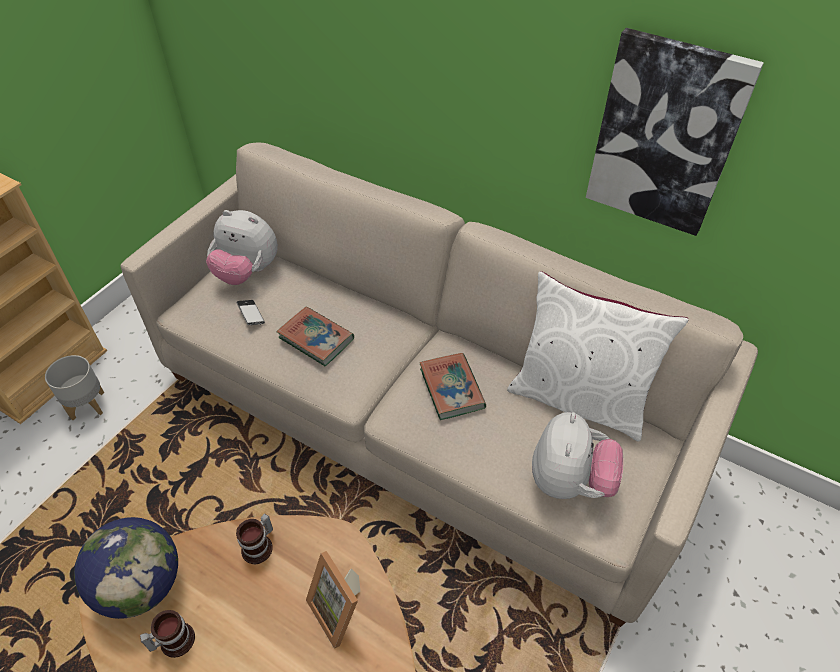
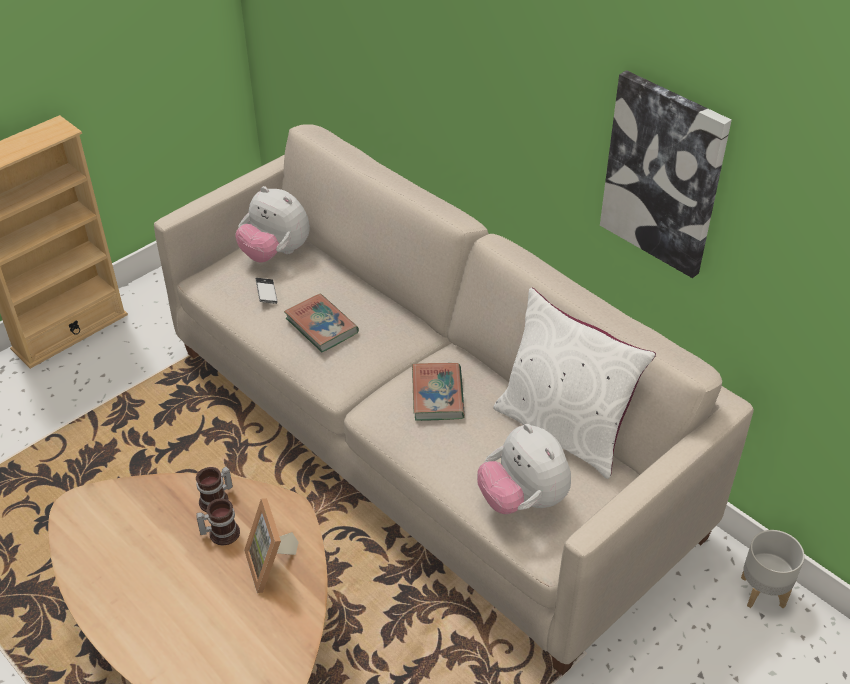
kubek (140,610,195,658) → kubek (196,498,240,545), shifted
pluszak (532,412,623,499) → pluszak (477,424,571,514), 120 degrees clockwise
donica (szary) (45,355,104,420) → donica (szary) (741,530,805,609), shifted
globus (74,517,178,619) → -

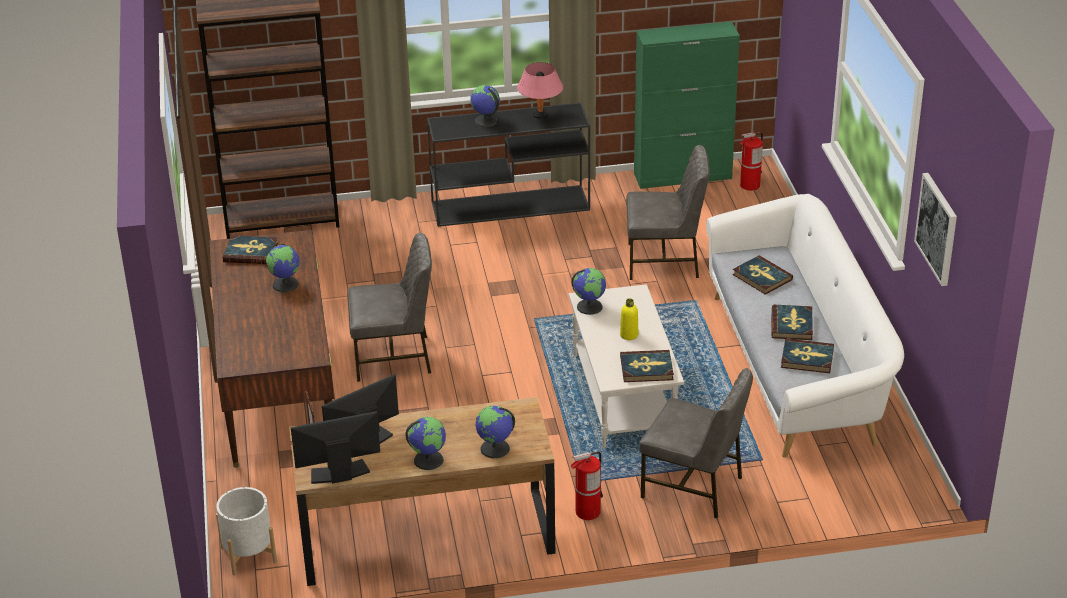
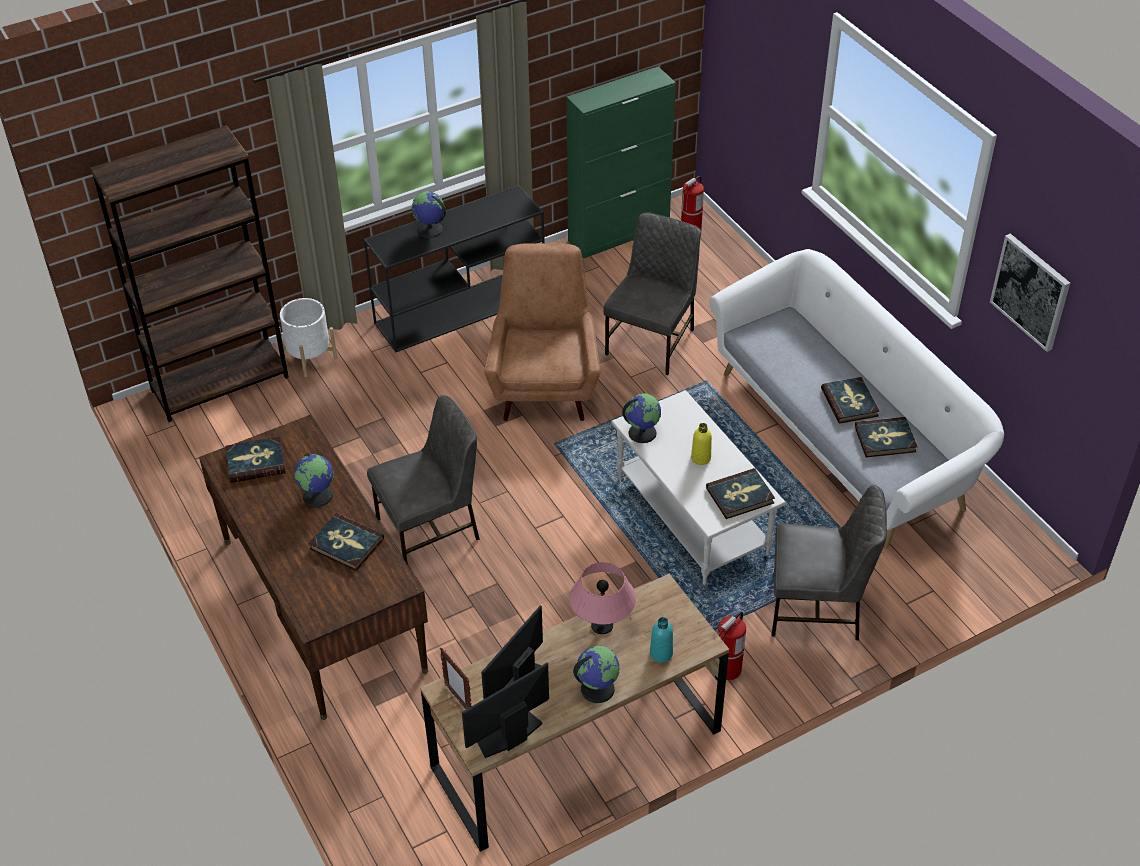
donica (biały) (216,487,277,576) → donica (biały) (279,298,337,377), shifted
książka (733,255,793,295) → książka (309,513,384,571), shifted
- → fotel (brązowy) (484,243,601,421)
lampa stołowa (różowy) (517,62,563,119) → lampa stołowa (różowy) (569,562,636,634), shifted
krzesło (szary) (626,145,710,280) → krzesło (szary) (603,212,701,375), 45 degrees counterclockwise
globus (475,406,515,458) → butelka (turkusowy) (650,617,673,663)

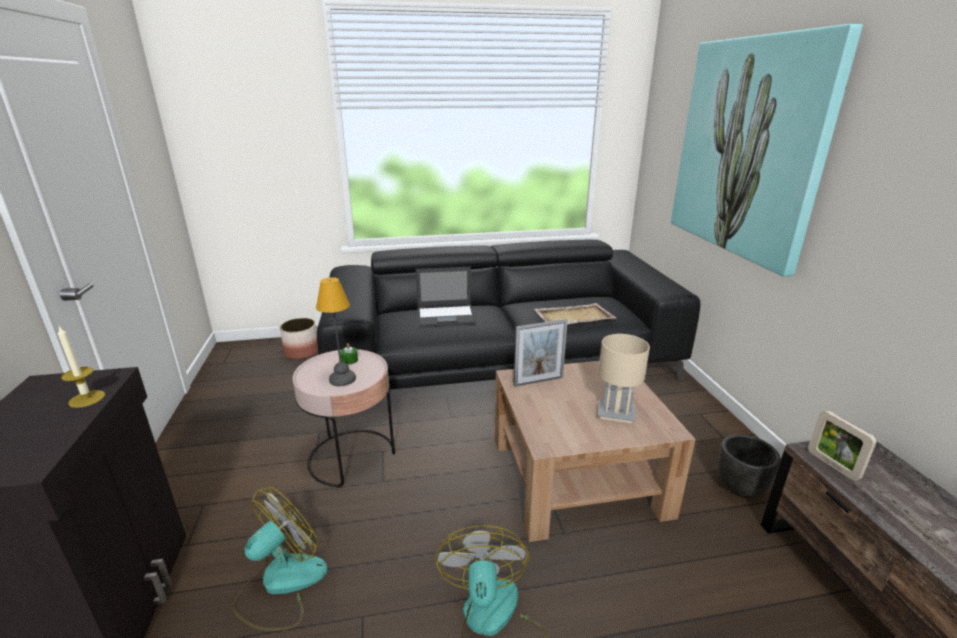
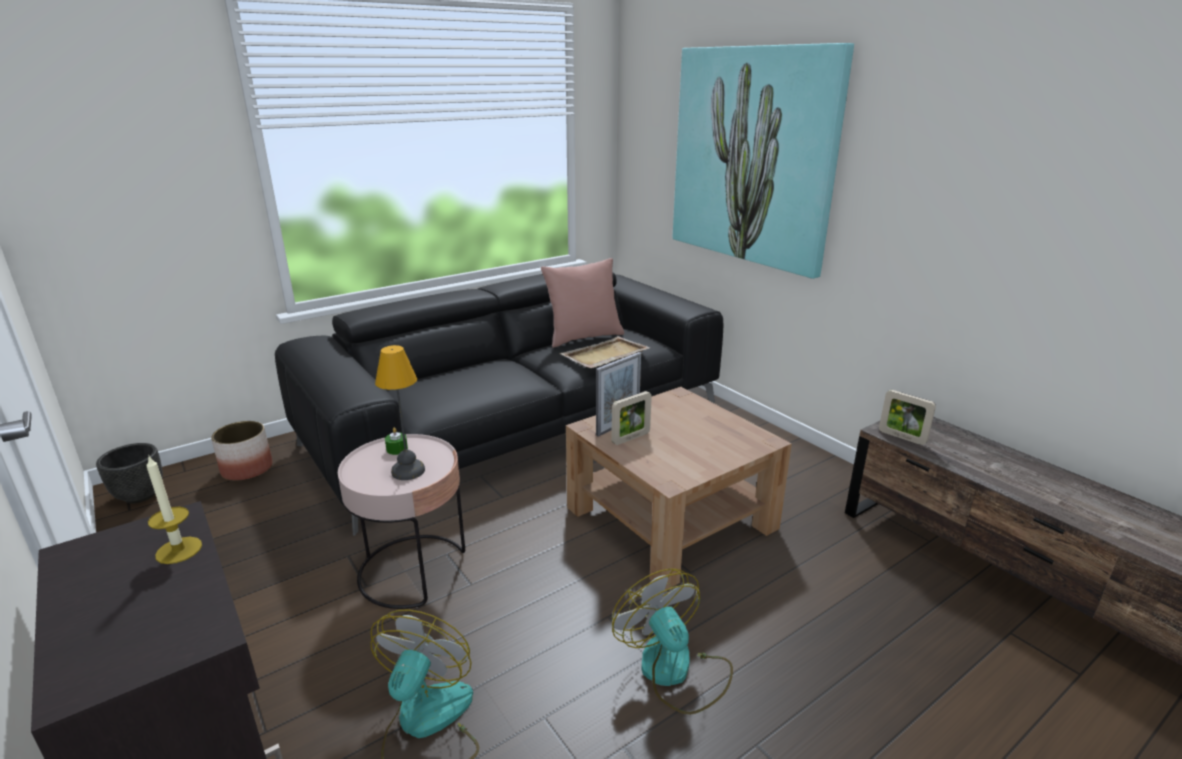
donica (czarny) (718,434,781,498) → donica (czarny) (96,443,163,504), shifted
- → poduszka (różowy) (541,258,624,348)
- → ramka na zdjęcie (611,391,652,445)
laptop (416,267,476,328) → -
lampa stołowa (beżowy) (598,334,650,423) → -

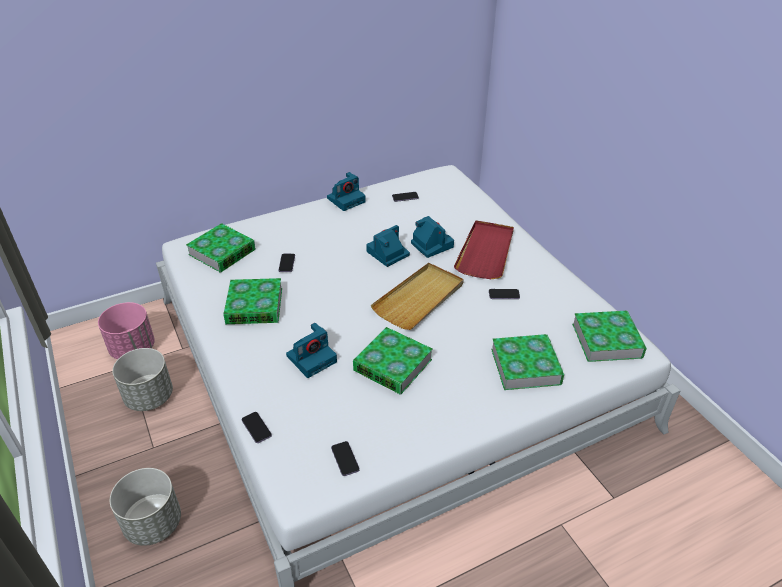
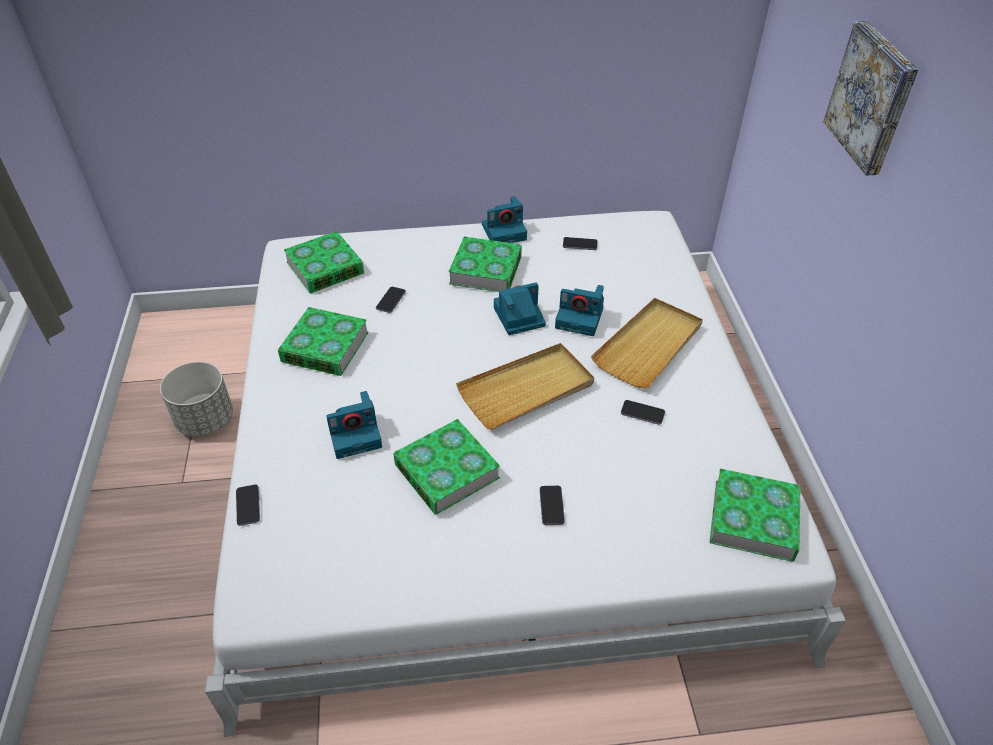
książka (491,334,564,390) → książka (448,237,522,292), shifted
telefon (331,441,360,476) → telefon (540,486,565,525), shifted
aparat fotograficzny (411,216,454,258) → aparat fotograficzny (555,285,604,336), 120 degrees clockwise
taca (czerwony) (454,220,514,279) → taca (beżowy) (591,298,703,388)
- → obraz (823,21,919,176)
donica (różowy) (98,302,155,359) → -
donica (szary) (110,468,181,546) → -

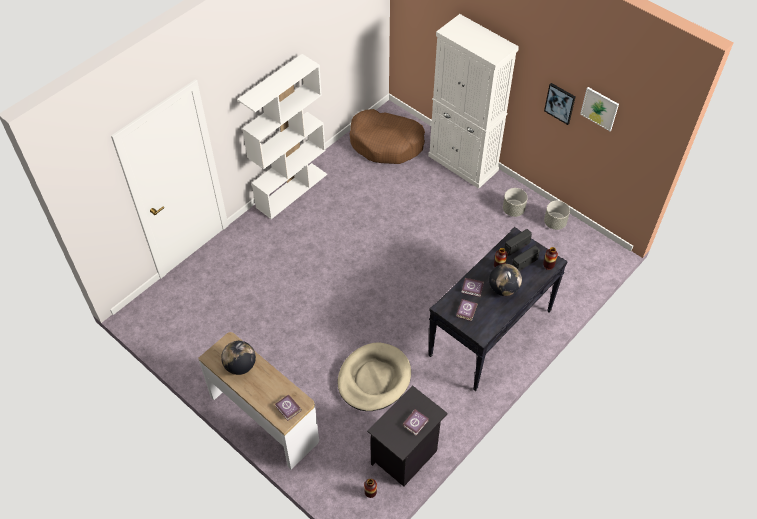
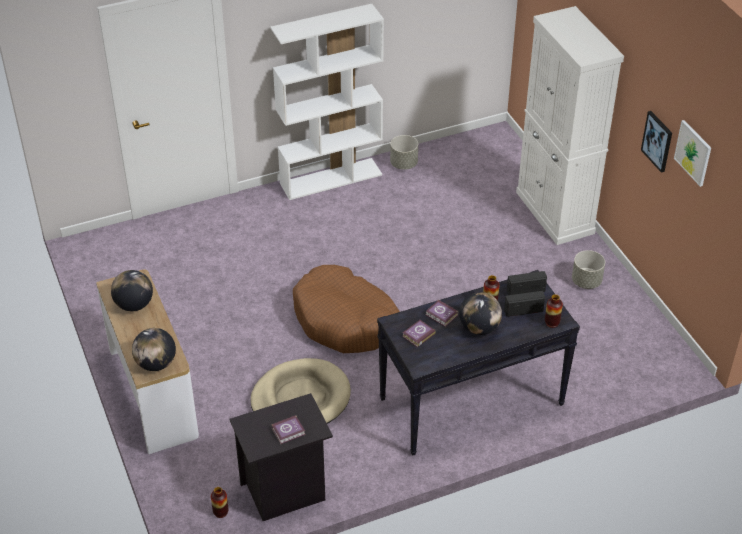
książka (275,394,302,421) → globus (132,328,176,371)
legowisko (brązowy) (350,109,425,164) → legowisko (brązowy) (293,265,400,353), shifted
donica (szary) (544,201,570,230) → donica (szary) (390,135,418,170), shifted

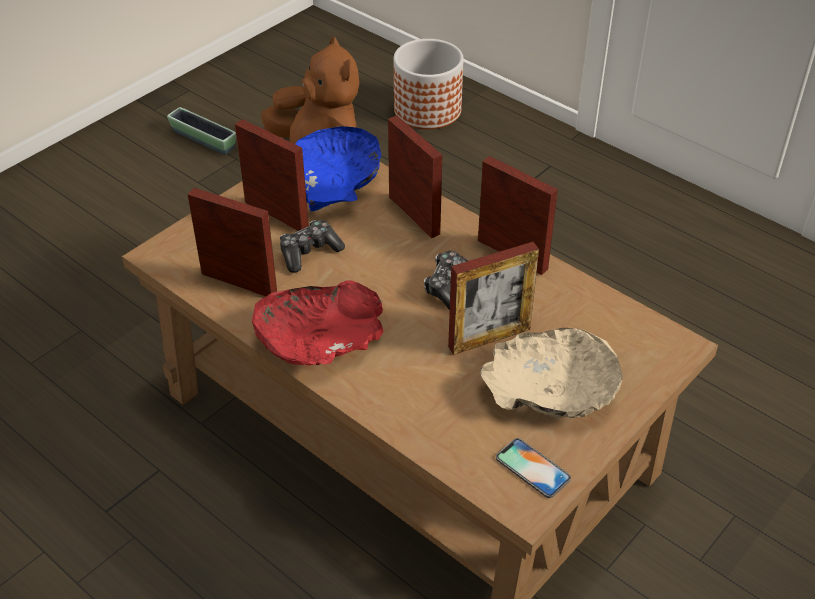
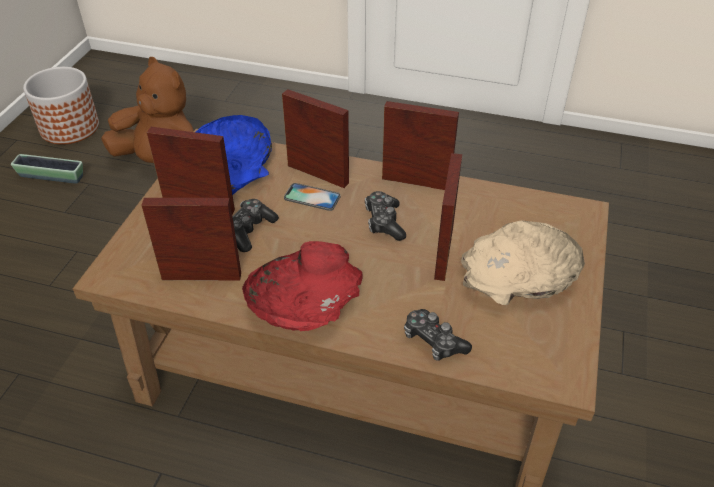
donica (394,39,464,129) → donica (23,67,99,144), shifted
telefon (496,438,571,498) → telefon (284,183,341,211), shifted
- → pad do gier (404,309,472,361)
ramka na zdjęcie (448,242,539,355) → ramka na zdjęcie (434,153,462,281), 150 degrees clockwise

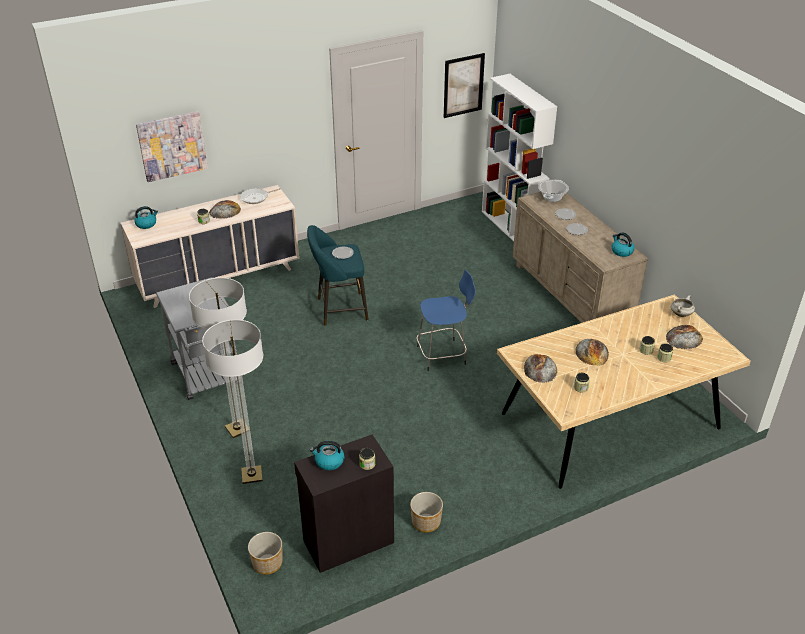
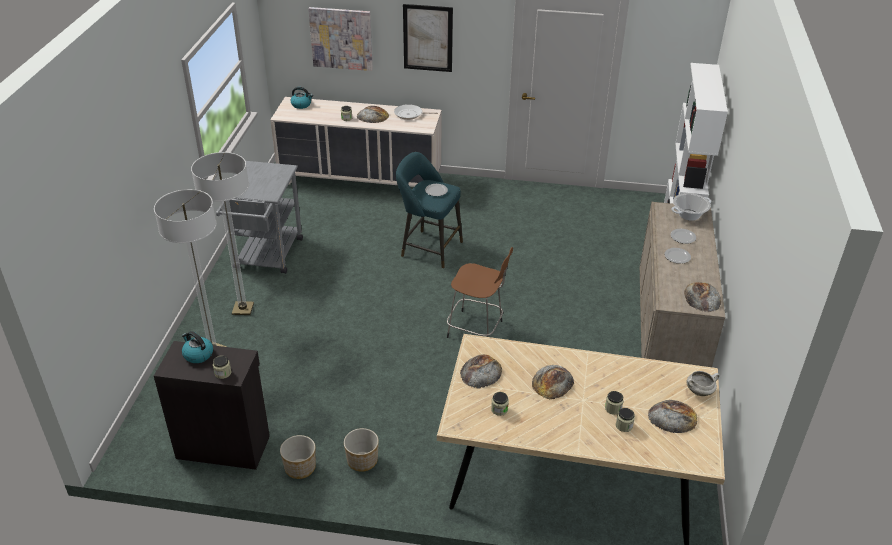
donica (248,532,283,575) → donica (344,428,379,472), shifted
obraz (444,53,485,118) → obraz (403,4,453,72), shifted
stołek (niebieski) (417,270,475,371) → stołek (brązowy) (447,247,513,338)
czajnik (612,232,635,257) → chleb (684,282,721,312)

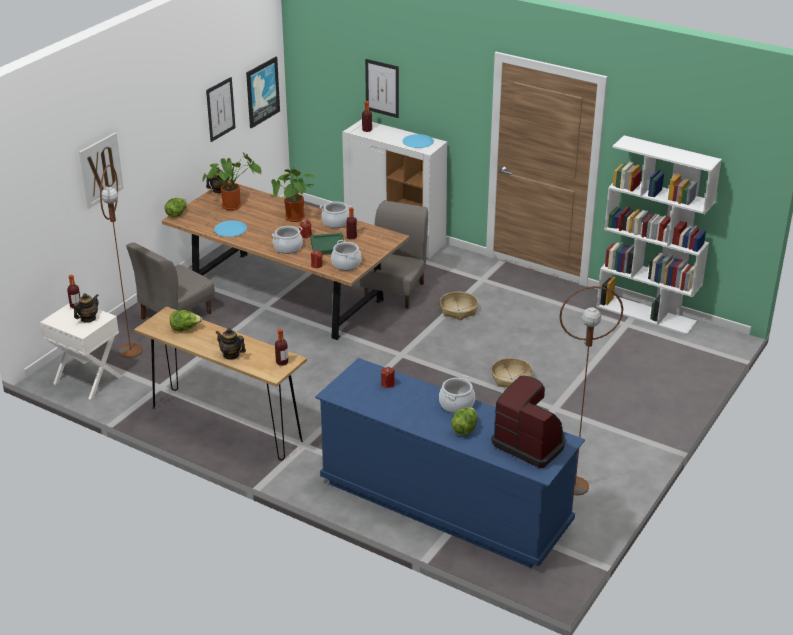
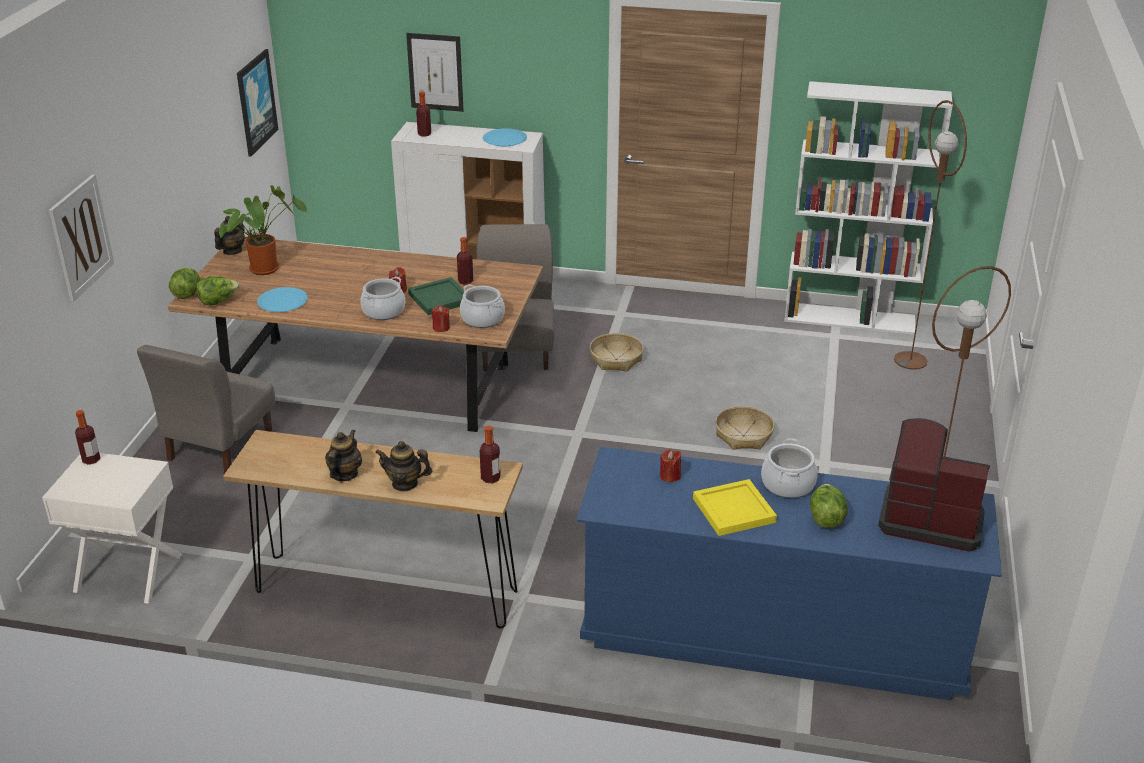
sałata (170,310,202,332) → sałata (196,276,240,305), shifted
imbryk (74,293,99,323) → imbryk (325,430,362,481), shifted
- → taca (żółty) (693,479,777,536)
lampa stojąca (brązowy) (100,164,143,358) → lampa stojąca (brązowy) (894,100,967,370), shifted
obraz (206,77,235,142) → -
roślina doniczkowa (271,166,316,222) → -
garnek (320,201,351,228) → -

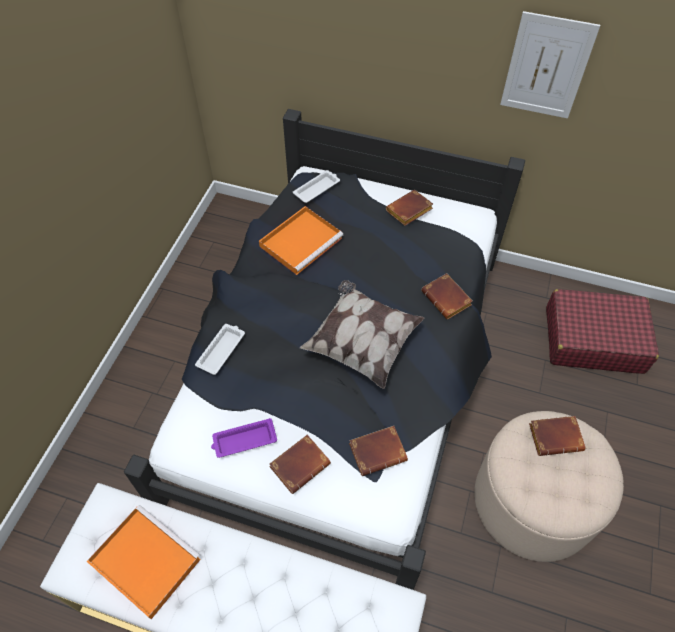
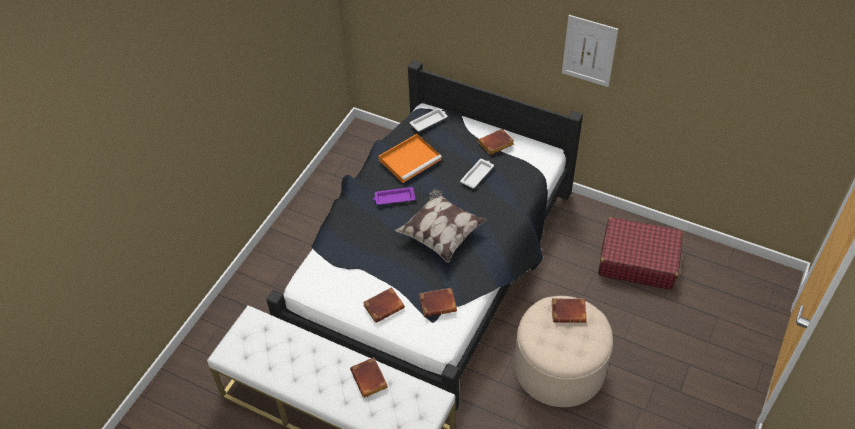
książka (brązowy) (421,273,473,319) → książka (brązowy) (350,357,388,398), shifted
taca (fioletowy) (211,418,277,458) → taca (fioletowy) (374,187,415,205), shifted
taca (biały) (195,324,245,375) → taca (biały) (460,159,494,188), shifted
taca (pomarańczowy) (86,505,201,619) → -

